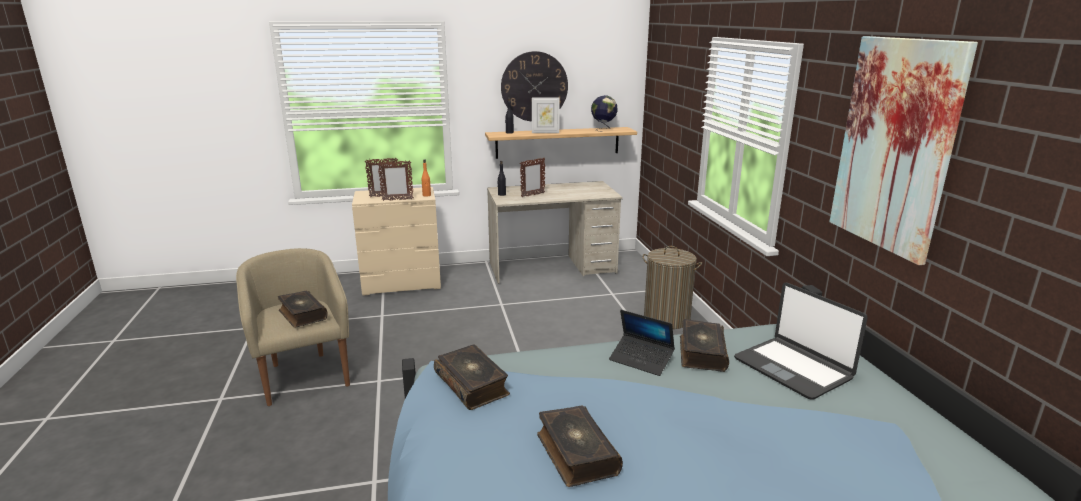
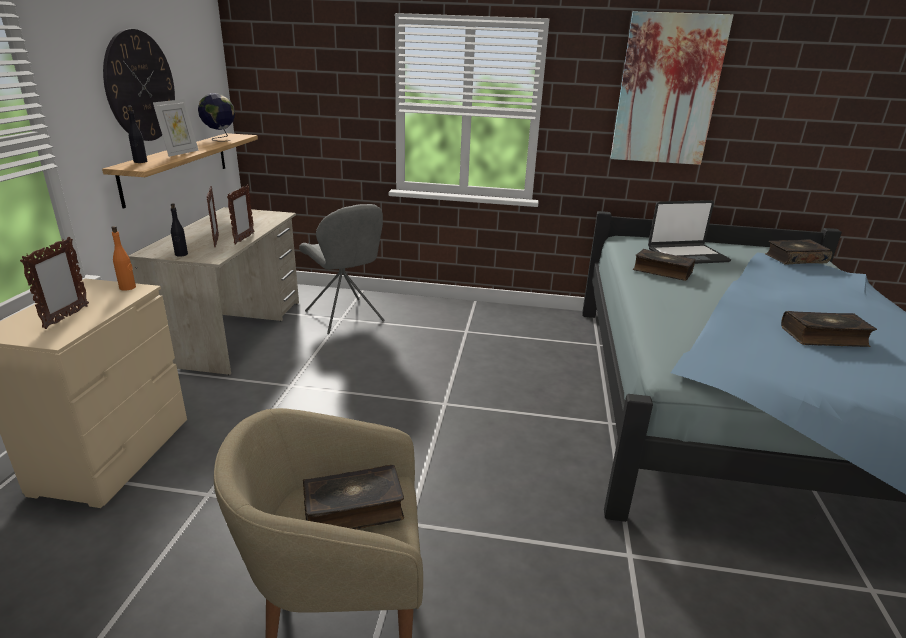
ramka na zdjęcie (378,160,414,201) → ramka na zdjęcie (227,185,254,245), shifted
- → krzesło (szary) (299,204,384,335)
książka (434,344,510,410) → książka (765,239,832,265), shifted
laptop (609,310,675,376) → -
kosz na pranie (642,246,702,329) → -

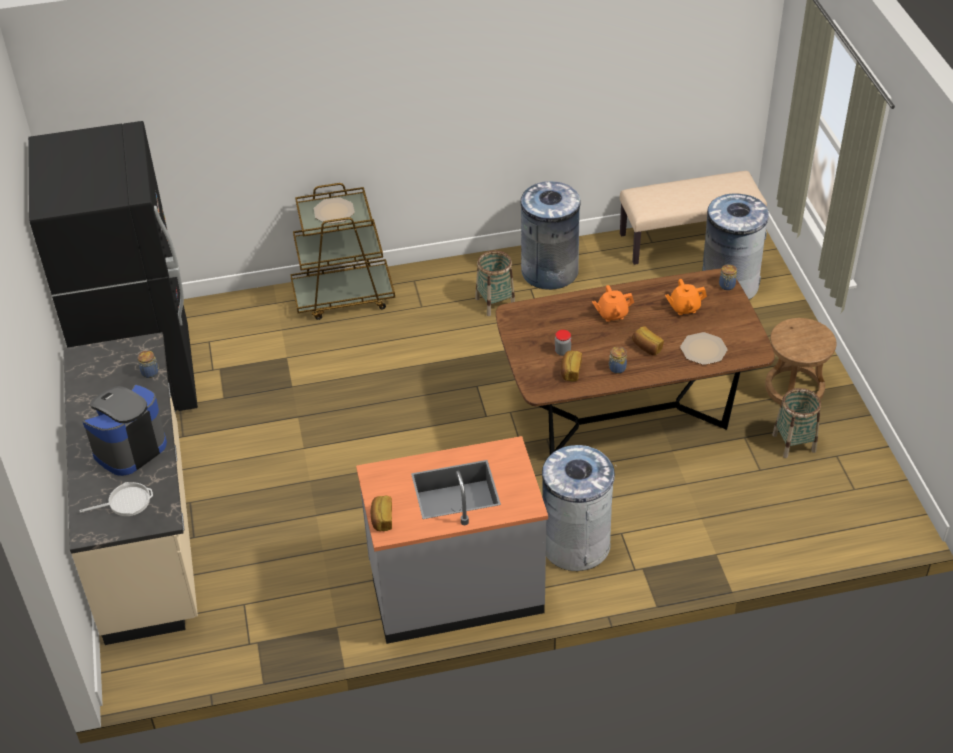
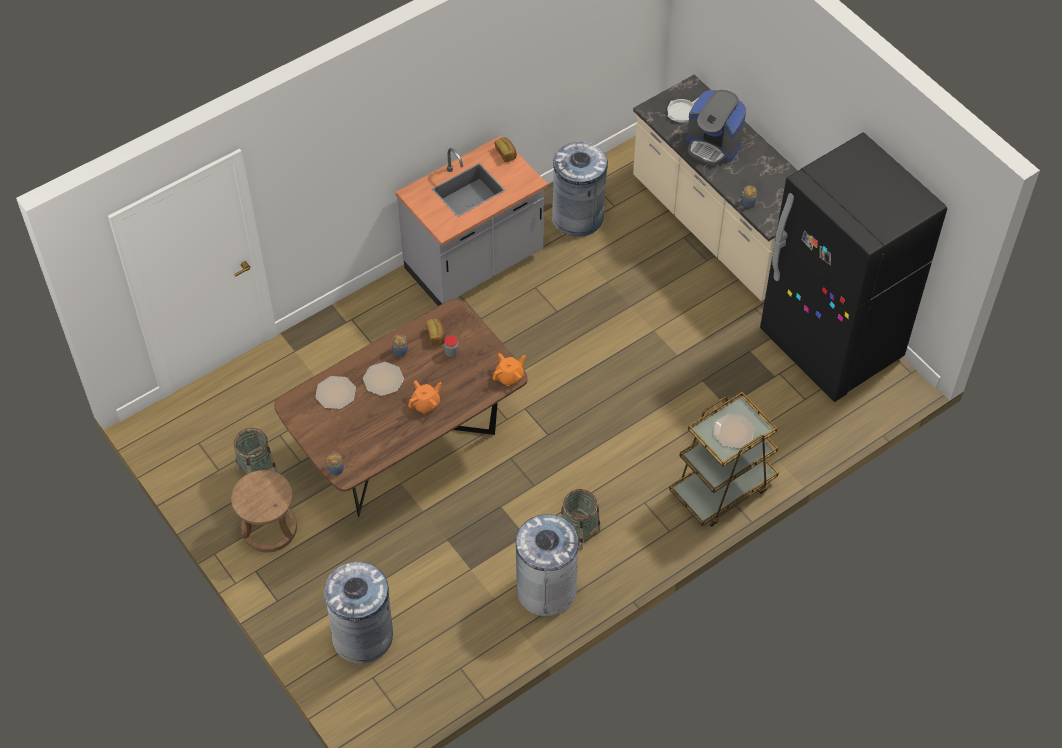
chleb (632,326,664,356) → talerz (363,362,404,396)
imbryk (pomarańczowy) (665,279,707,315) → imbryk (pomarańczowy) (493,353,526,386), shifted
kosz na śmieci (szary) (542,445,616,571) → kosz na śmieci (szary) (552,141,608,237), shifted
ekspres do kawy (83,385,167,476) → ekspres do kawy (686,90,746,166), 105 degrees clockwise
ławka (beżowy) (620,171,767,265) → -

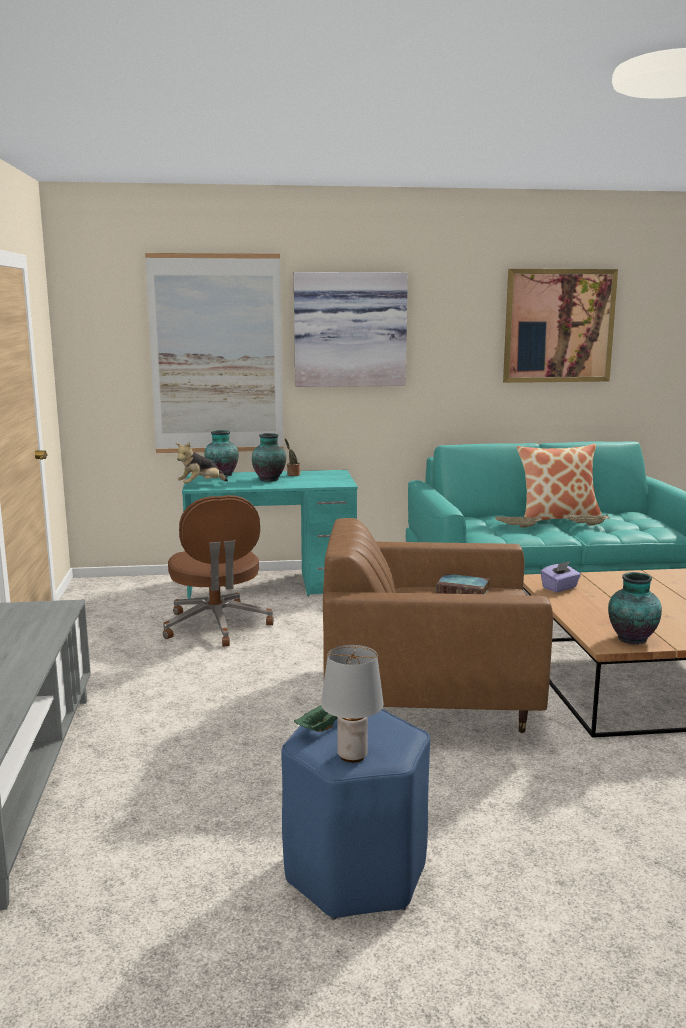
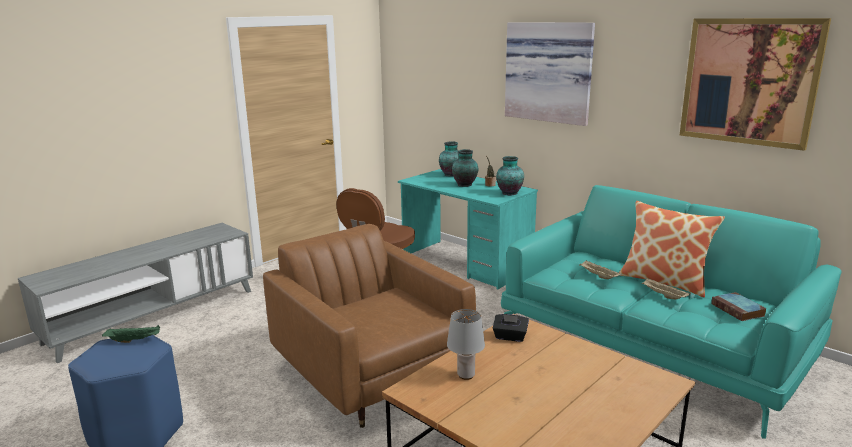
lampa stołowa (szary) (321,645,384,763) → lampa stołowa (szary) (447,309,485,380), shifted
pudełko chusteczek (fioletowy) (540,561,581,592) → pudełko chusteczek (czarny) (493,314,529,342)
wazon (608,572,662,645) → wazon (496,156,524,196), shifted
książka (436,573,490,594) → książka (711,292,767,321), shifted
obraz (145,253,283,453) → -
pluszak (176,442,228,484) → -

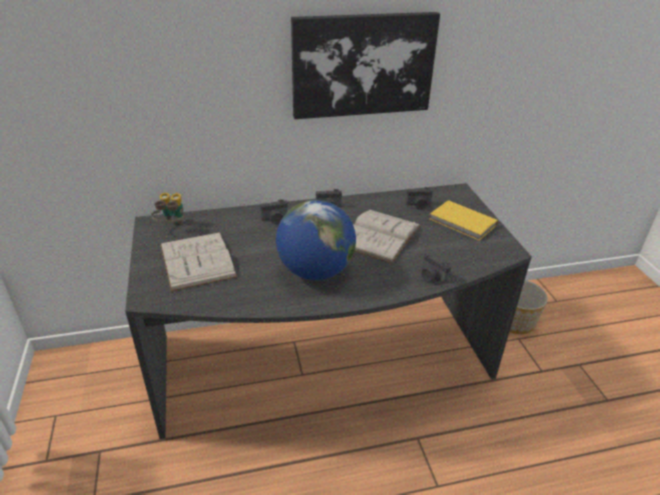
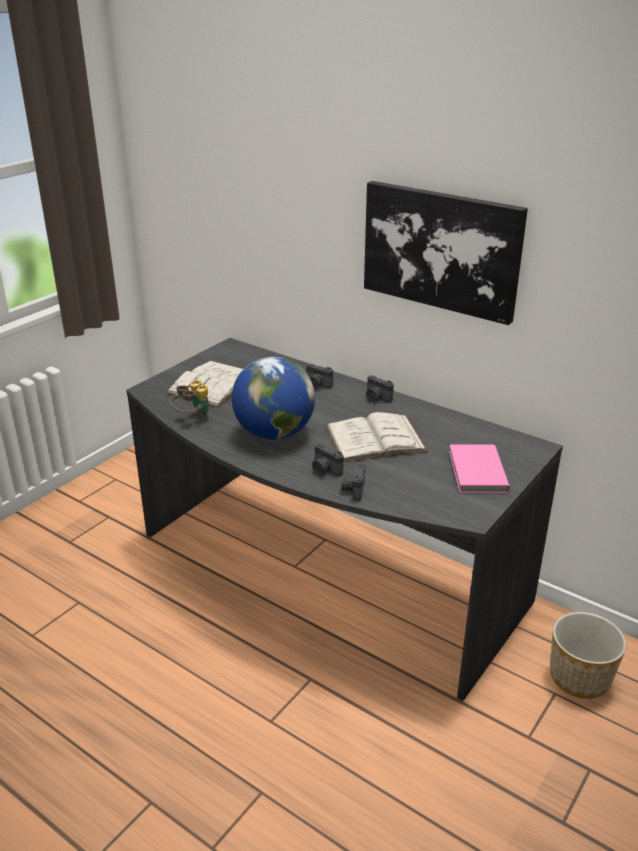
lornetka (151,192,184,224) → lornetka (171,380,210,421), shifted
aparat fotograficzny (405,187,433,210) → aparat fotograficzny (312,443,343,476), shifted
książka (żółty) (430,200,498,241) → książka (różowy) (449,445,510,493)

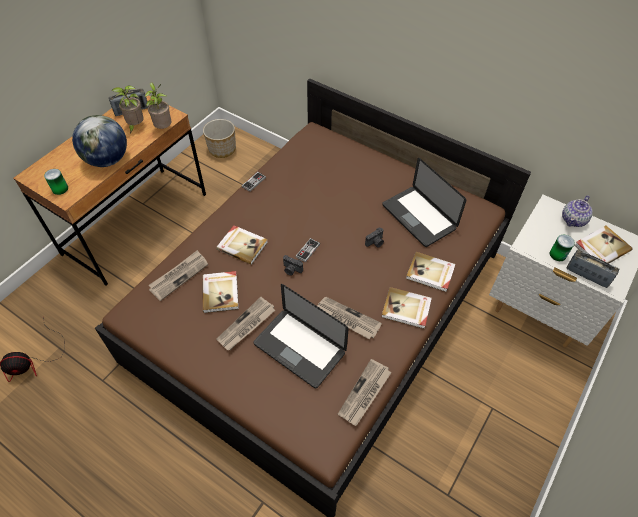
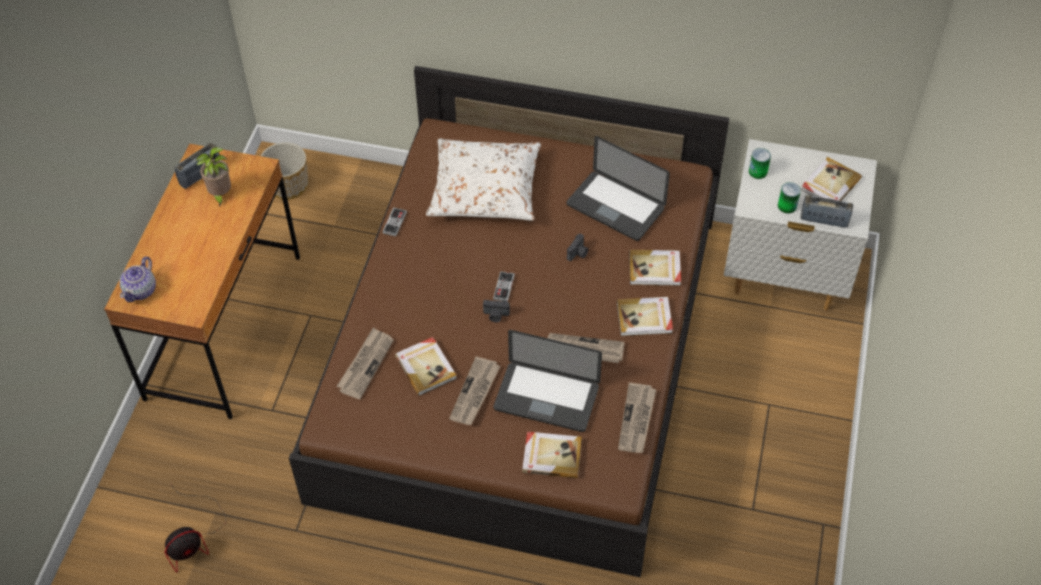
imbryk (562,195,593,227) → imbryk (120,257,156,302), shifted
- → poduszka (biały) (426,139,541,221)
książka (216,225,268,265) → książka (522,432,582,478), shifted
puszka (44,169,68,195) → puszka (749,148,771,179), shifted
globus (72,115,127,167) → -
roślina doniczkowa (145,82,172,129) → -

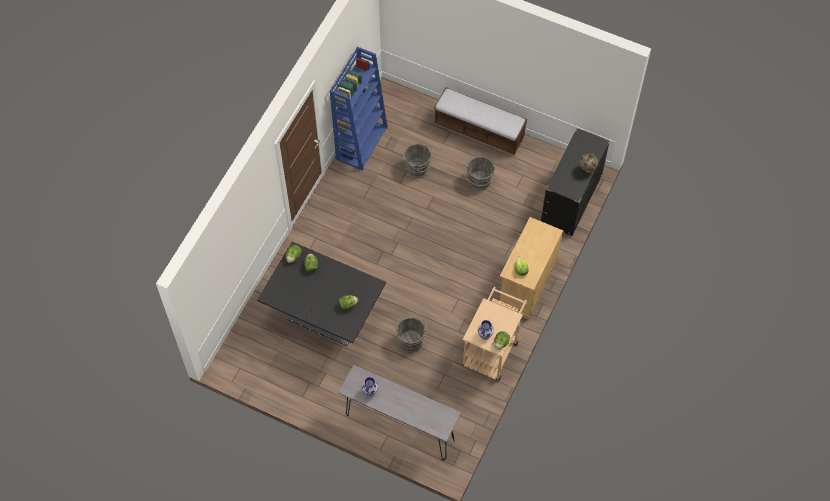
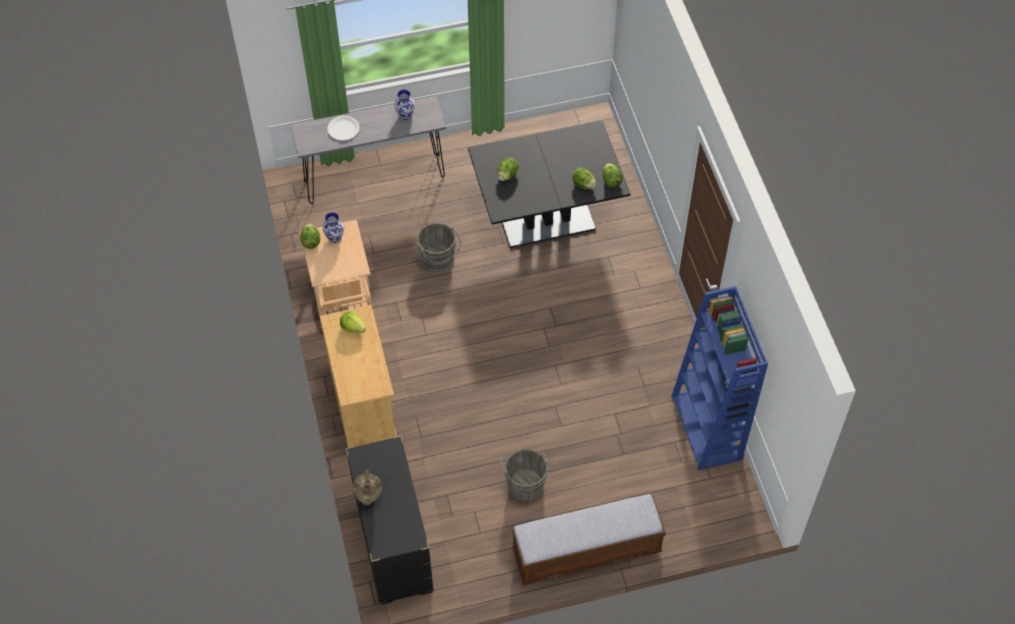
- → talerz (biały) (327,116,360,141)
wiadro (szary) (403,143,434,178) → -

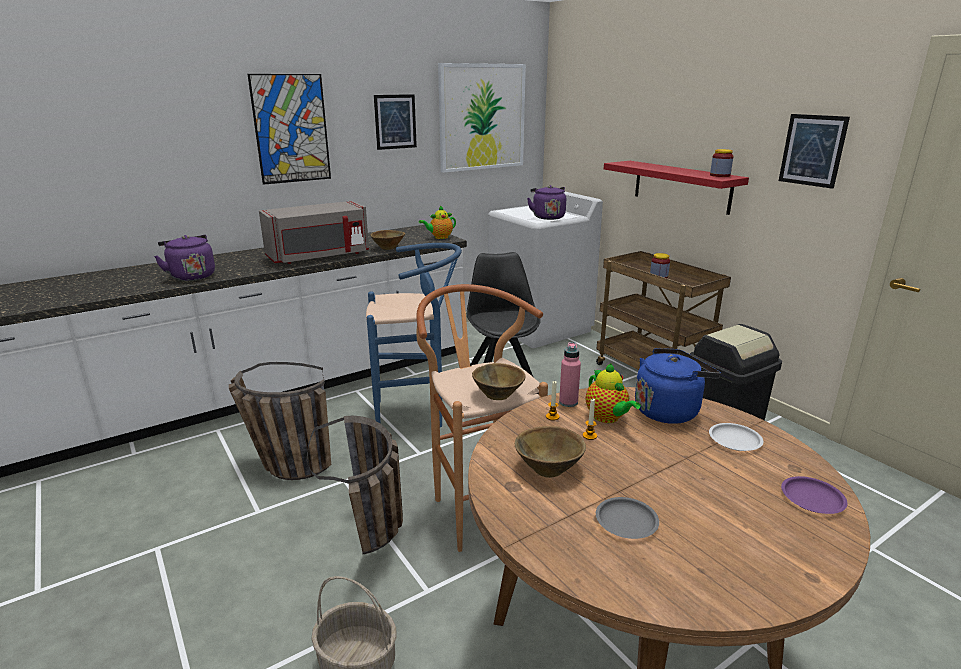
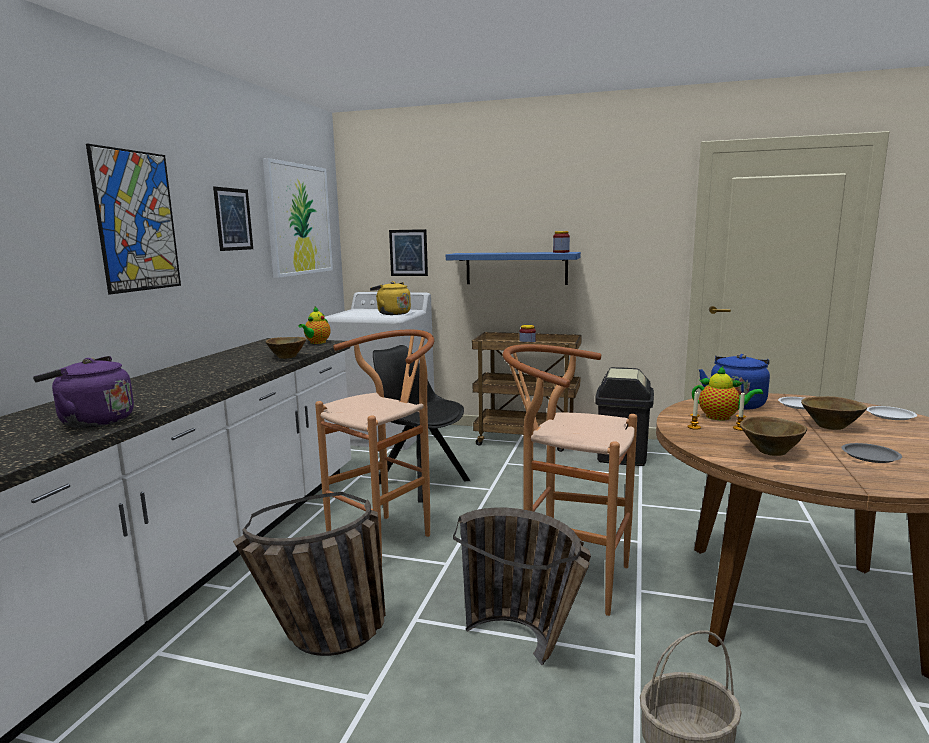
stołek (niebieski) (366,243,462,427) → stołek (brązowy) (315,329,434,561)
czajnik (fioletowy) (527,185,566,220) → czajnik (żółty) (370,281,411,315)
obraz (779,114,850,189) → obraz (389,229,428,276), shifted
półka (czerwony) (604,161,749,215) → półka (niebieski) (446,252,581,285)
miska (brązowy) (472,363,526,400) → miska (brązowy) (801,396,867,430), shifted
talerz (fioletowy) (781,476,848,514) → talerz (biały) (866,406,917,420)
mikrofalówka (szary) (259,201,369,264) → -
butelka (różowy) (559,342,581,407) → -

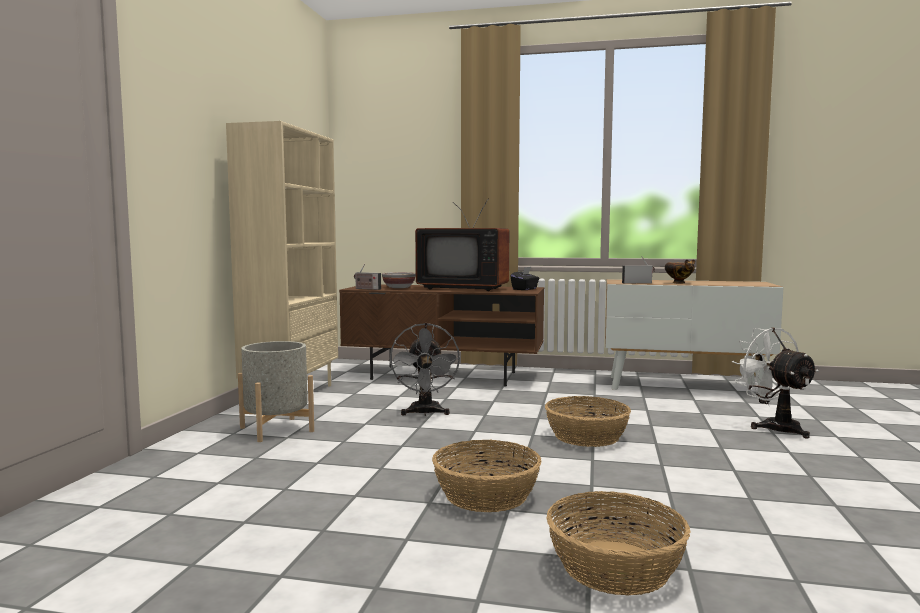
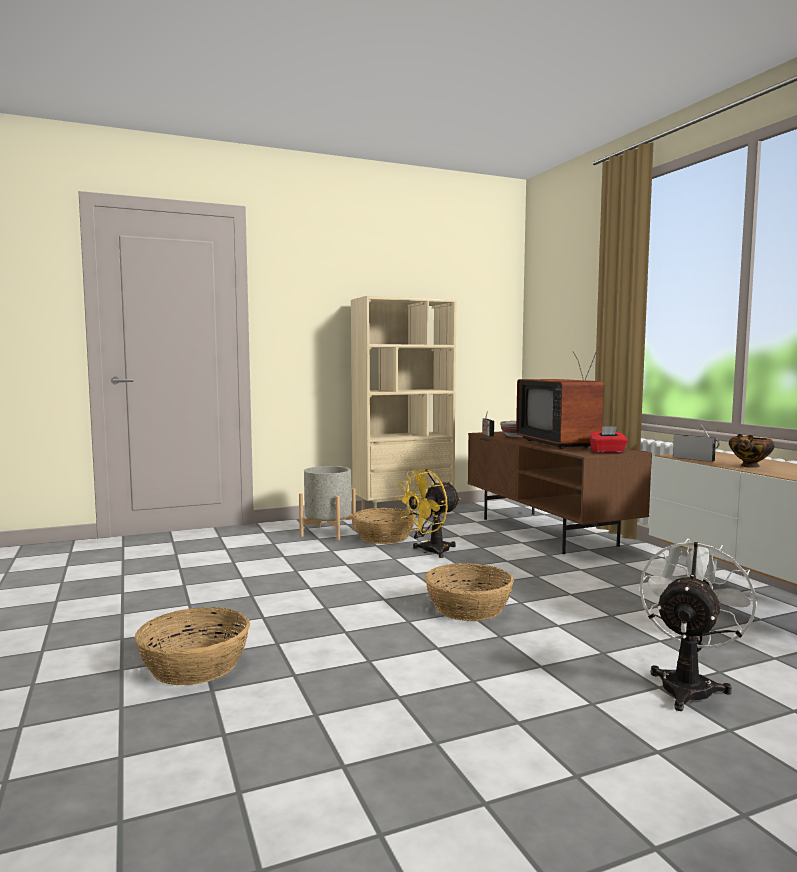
koszyk (432,440,541,512) → koszyk (353,508,416,544), shifted
wentylator (szary) (389,323,460,416) → wentylator (żółty) (395,469,461,558)
pudełko chusteczek (czarny) (510,267,539,290) → pudełko chusteczek (czerwony) (589,426,628,453)

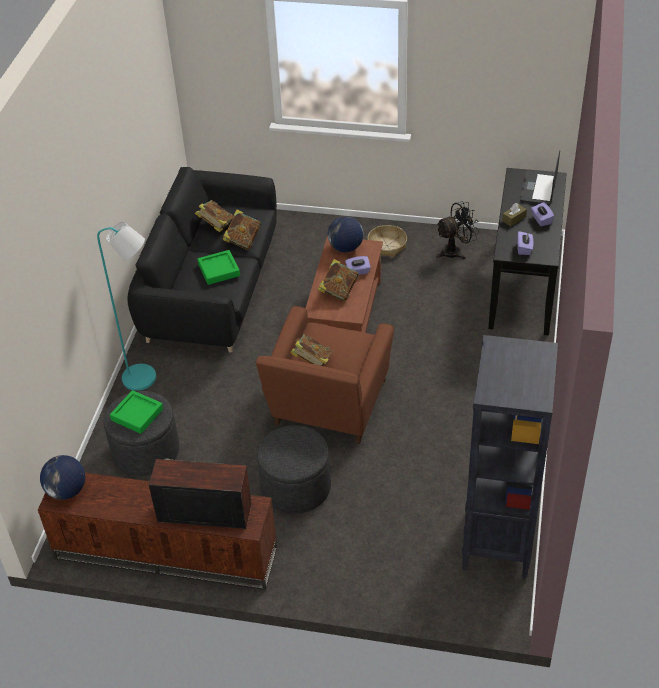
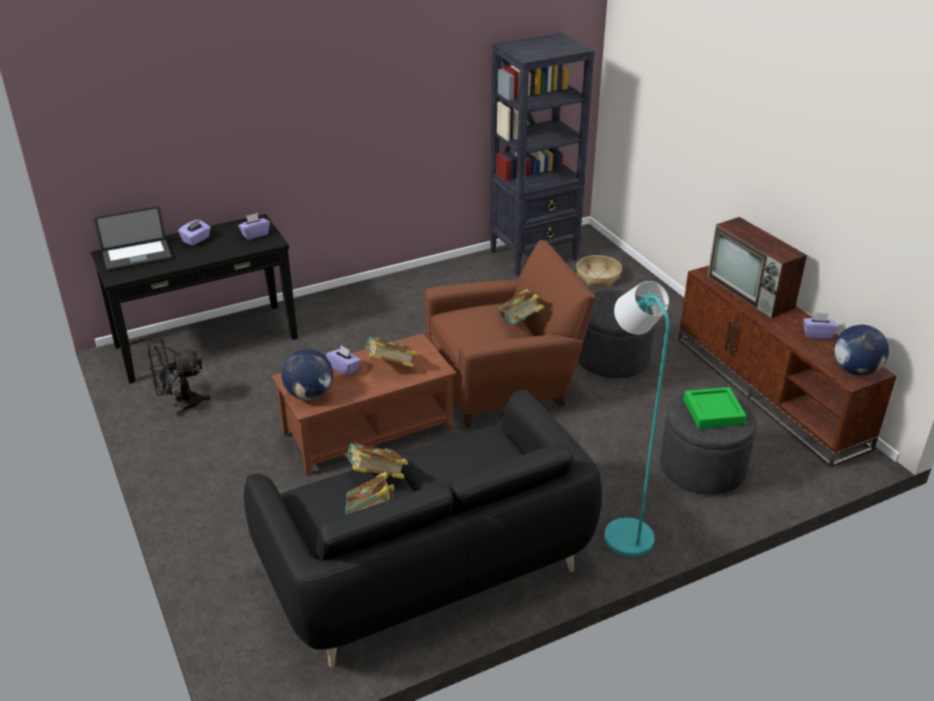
wentylator (czarny) (436,201,479,260) → wentylator (czarny) (147,338,211,417), 45 degrees counterclockwise
koszyk (367,225,407,257) → koszyk (576,255,622,287), shifted
- → pudełko chusteczek (fioletowy) (803,312,838,339)
taca (zielony) (198,250,240,285) → -
pudełko chusteczek (brązowy) (502,203,527,226) → -

